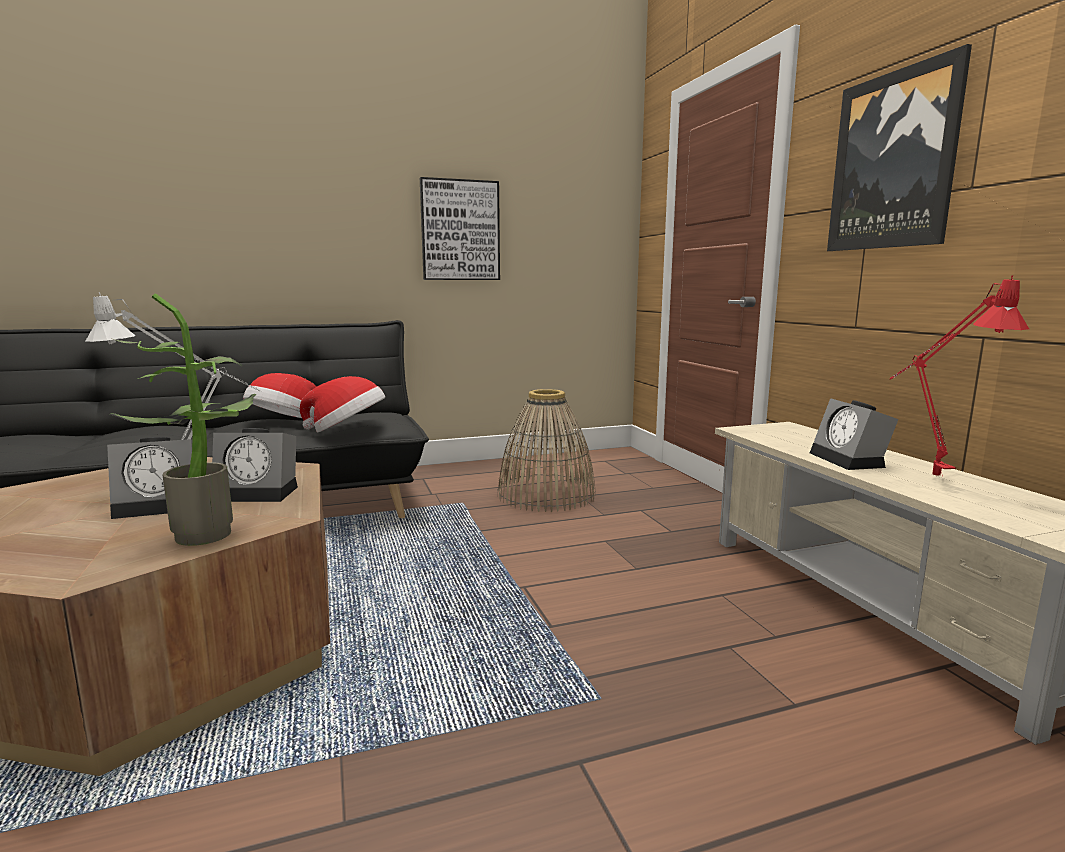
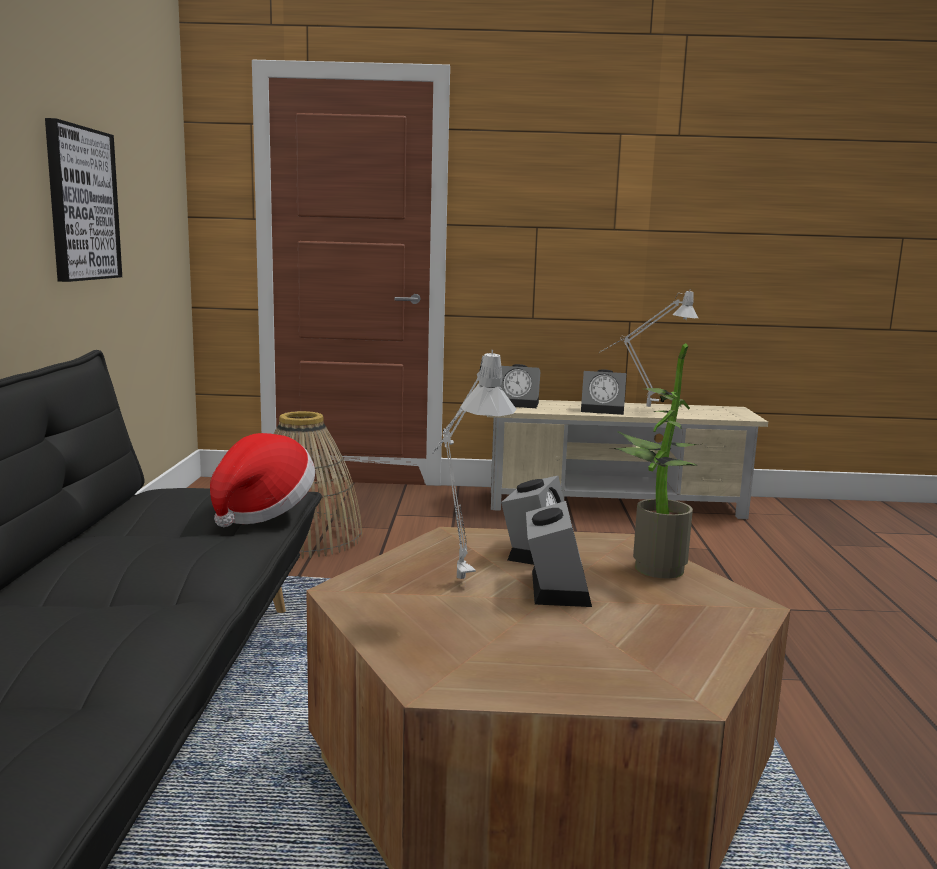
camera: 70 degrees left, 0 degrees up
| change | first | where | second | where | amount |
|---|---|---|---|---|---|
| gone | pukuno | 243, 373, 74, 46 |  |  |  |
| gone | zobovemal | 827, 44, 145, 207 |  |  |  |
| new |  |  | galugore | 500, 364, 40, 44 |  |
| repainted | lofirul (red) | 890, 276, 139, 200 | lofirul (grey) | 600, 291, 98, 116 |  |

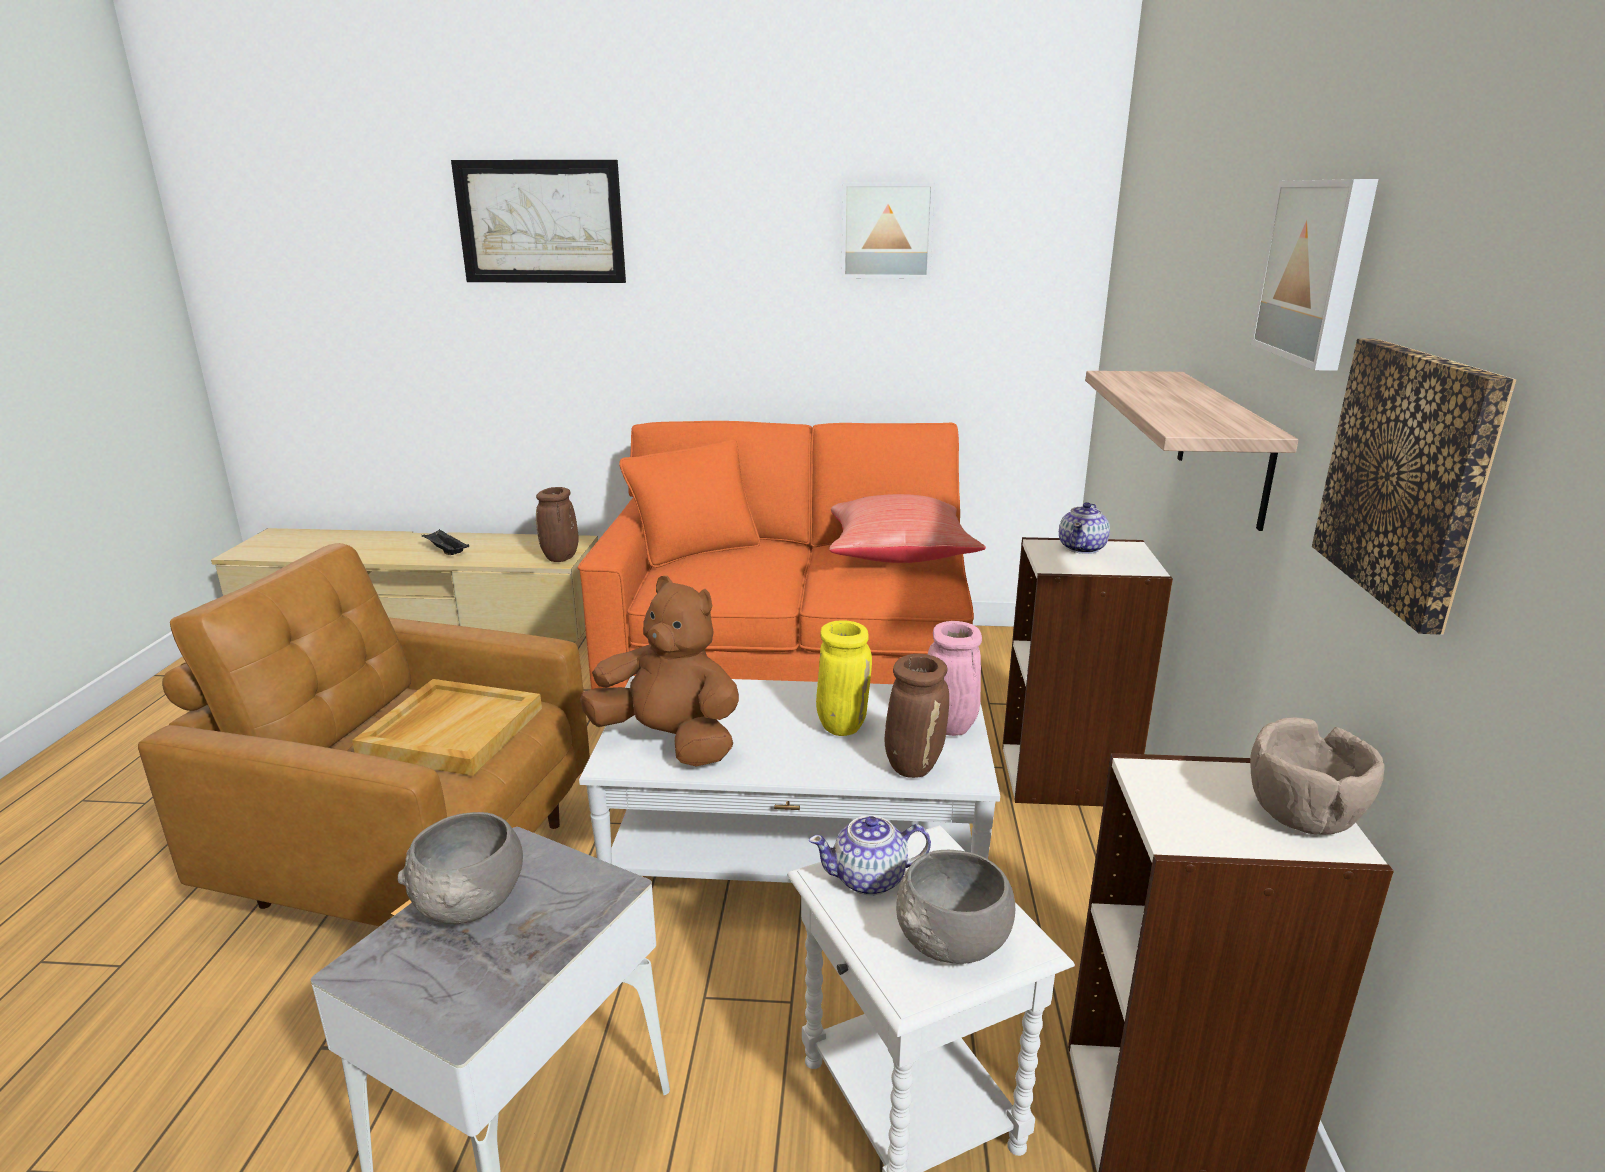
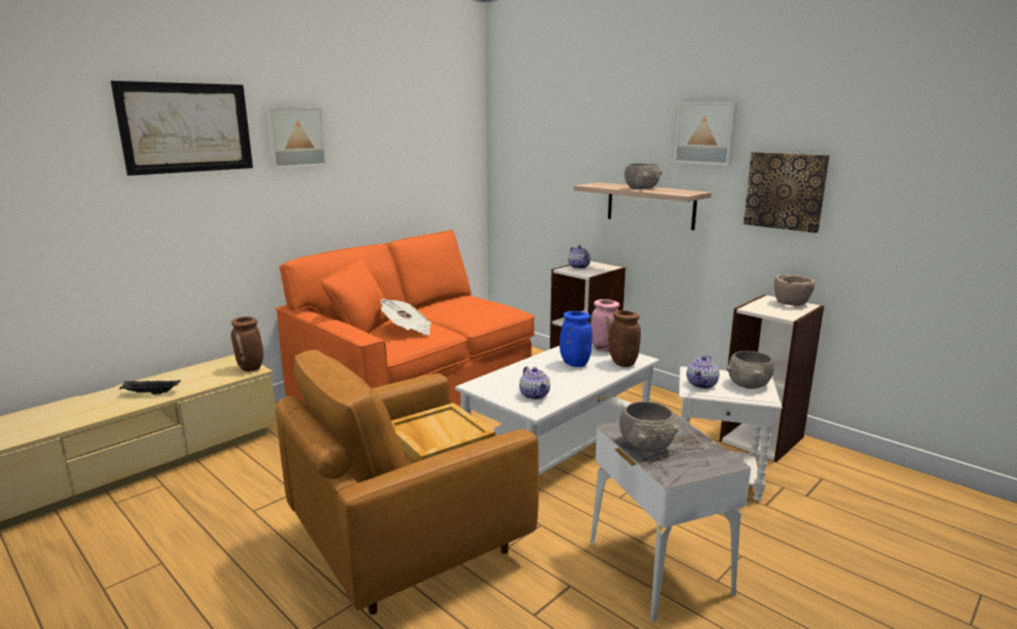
camera: 50 degrees left, 5 degrees down
| change | first | where | second | where | amount |
|---|---|---|---|---|---|
| gone | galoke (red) | 829, 494, 157, 69 |  |  |  |
| new |  |  | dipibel | 381, 299, 51, 36 |  |
| new |  |  | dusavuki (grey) | 624, 163, 38, 26 |  |
| shifted | zobovemal | 841, 183, 94, 96 |  | 265, 107, 62, 62 |  |
| swapped | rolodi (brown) | 580, 576, 159, 191 | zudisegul | 519, 366, 31, 34 |  |
| repainted | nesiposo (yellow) | 816, 620, 56, 116 | nesiposo (blue) | 560, 311, 32, 56 |  |

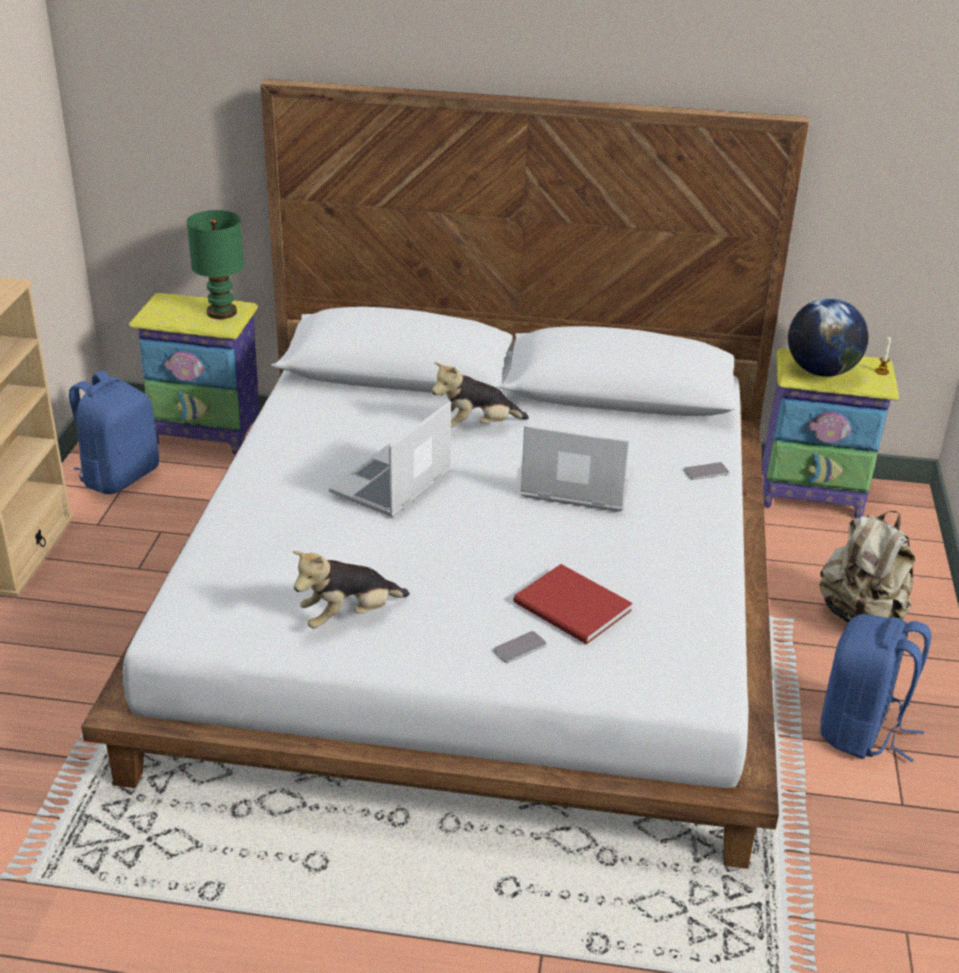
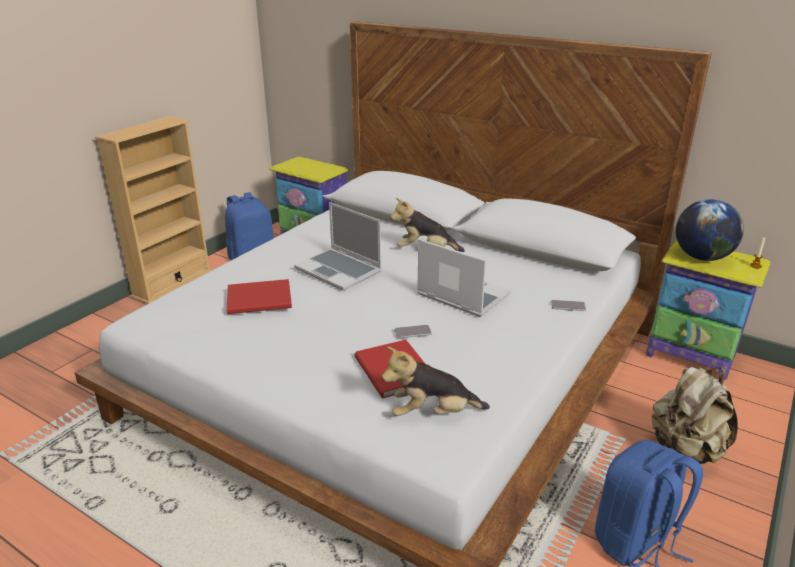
camera: 25 degrees right, 5 degrees down
| change | first | where | second | where | amount |
|---|---|---|---|---|---|
| gone | lofirul (green) | 187, 210, 57, 109 |  |  |  |
| new |  |  | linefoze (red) | 227, 279, 65, 35 |  |
| shifted | rolodi | 293, 551, 117, 78 |  | 382, 347, 108, 69 |  |
| shifted | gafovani | 493, 631, 54, 32 |  | 395, 325, 37, 13 |  |
| rotated | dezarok | 329, 401, 122, 116 |  | 294, 202, 88, 89 | 105 degrees counterclockwise |

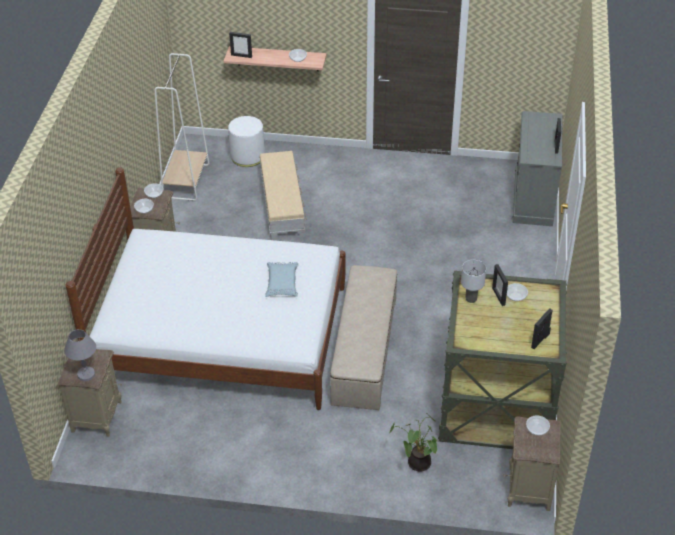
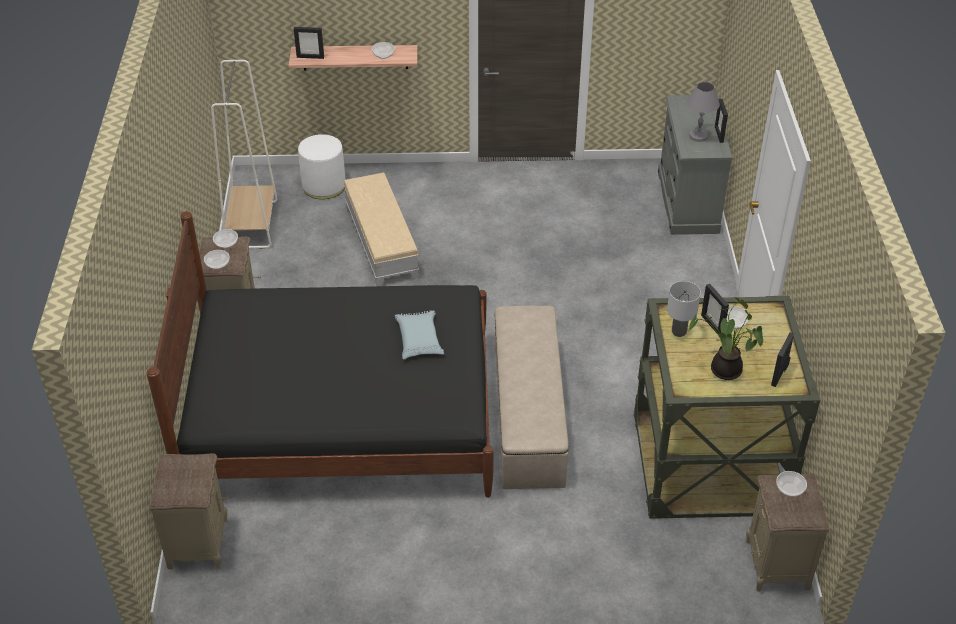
camera: 10 degrees left, 0 degrees up
| change | first | where | second | where | amount |
|---|---|---|---|---|---|
| shifted | lofirul (grey) | 64, 329, 32, 52 |  | 687, 82, 33, 60 |  |
| shifted | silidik | 390, 416, 47, 55 |  | 689, 297, 74, 83 |  |
| repainted | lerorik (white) | 66, 167, 279, 243 | lerorik (black) | 146, 211, 348, 287 |  |

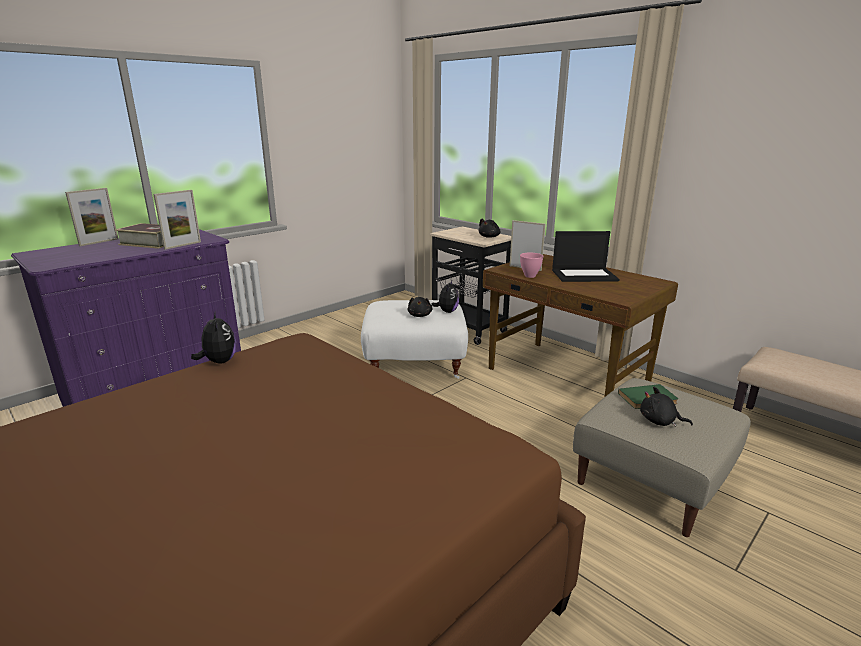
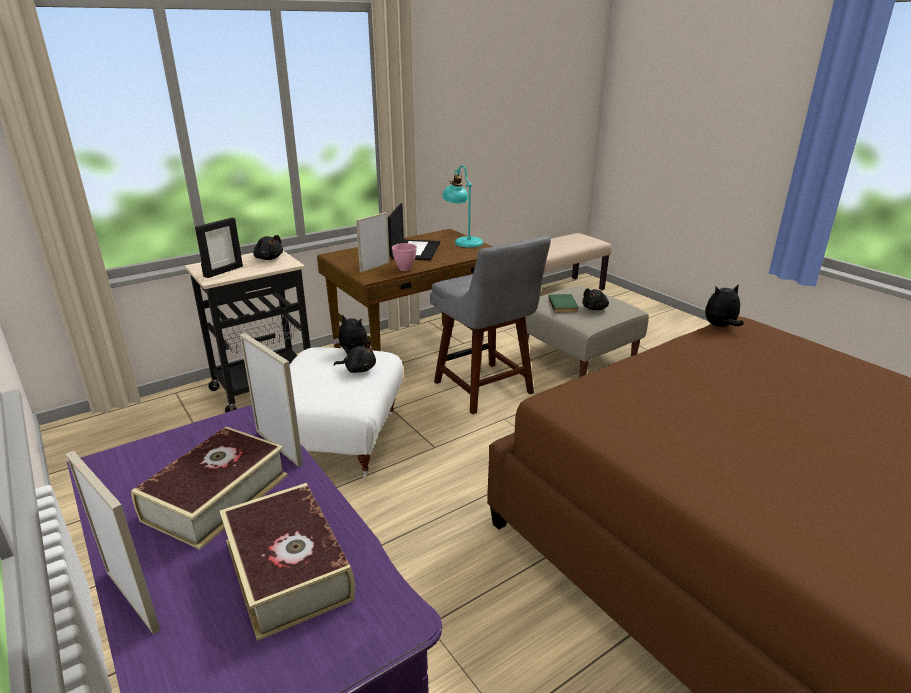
camera: 80 degrees left, 5 degrees up
| change | first | where | second | where | amount |
|---|---|---|---|---|---|
| new |  |  | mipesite | 195, 218, 48, 60 |  |
| new |  |  | linefoze | 220, 483, 135, 158 |  |
| new |  |  | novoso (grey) | 430, 236, 121, 178 |  |
| new |  |  | lofirul (turquoise) | 442, 165, 41, 83 |  |
| shifted | rolodi | 191, 313, 45, 51 |  | 705, 285, 39, 42 |  |

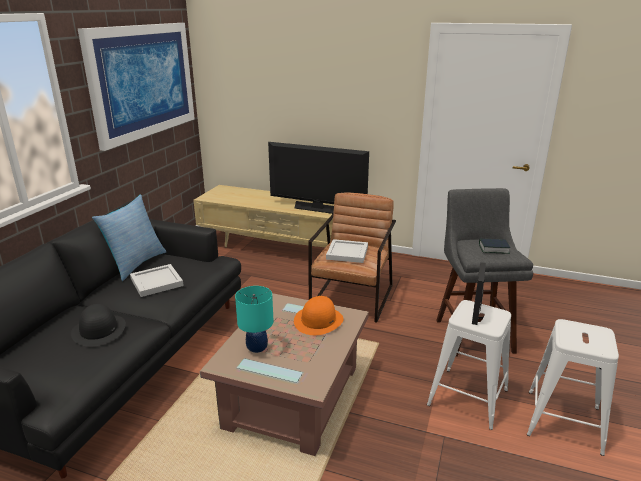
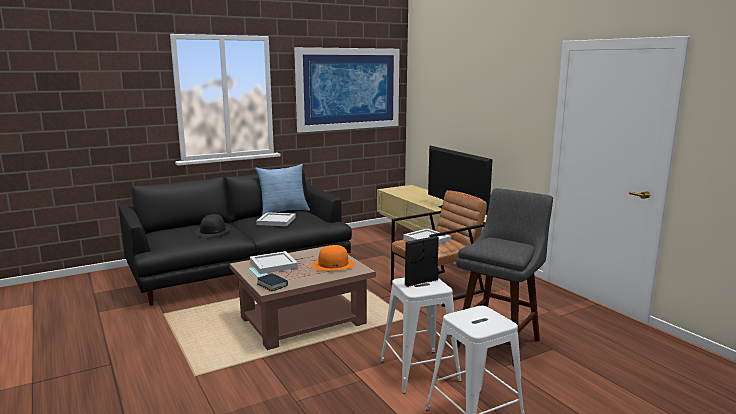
camera: 40 degrees right, 10 degrees down
| change | first | where | second | where | amount |
|---|---|---|---|---|---|
| shifted | linefoze | 479, 239, 31, 15 |  | 257, 273, 31, 18 |  |
| swapped | lofirul (turquoise) | 235, 286, 39, 67 | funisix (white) | 250, 251, 48, 23 |  |

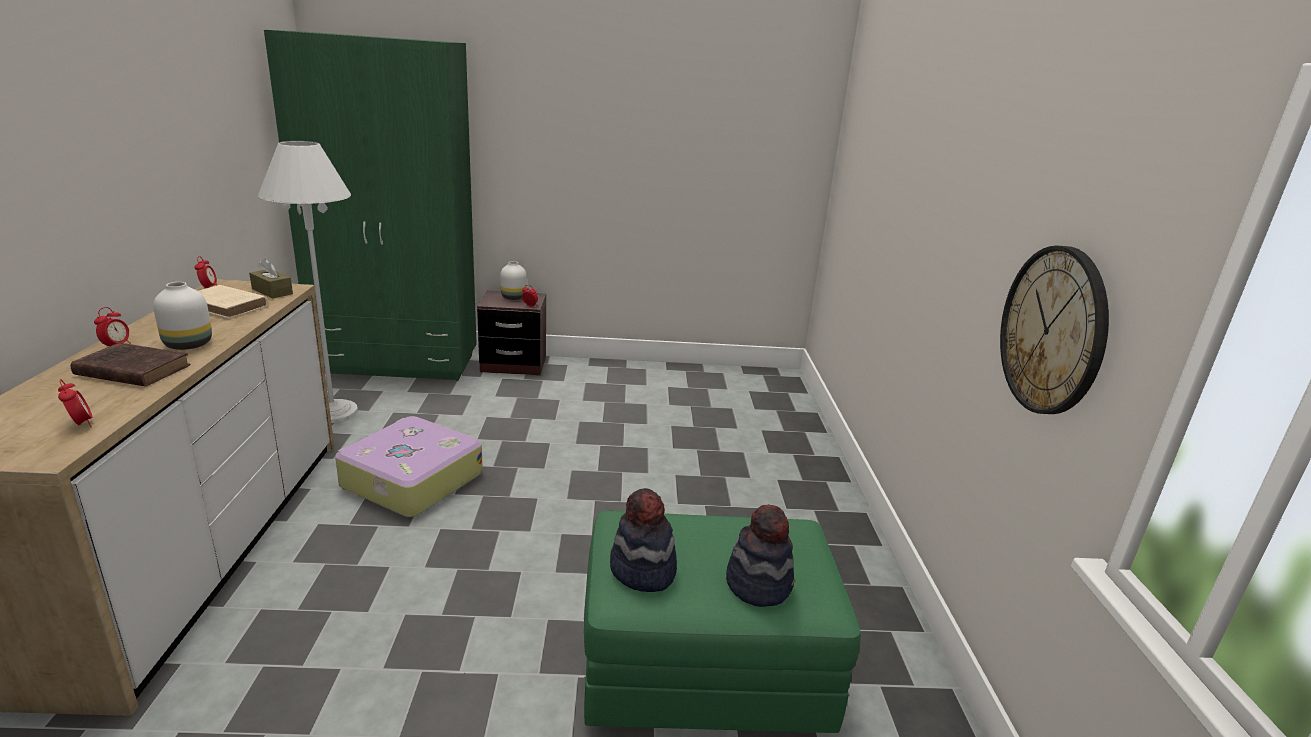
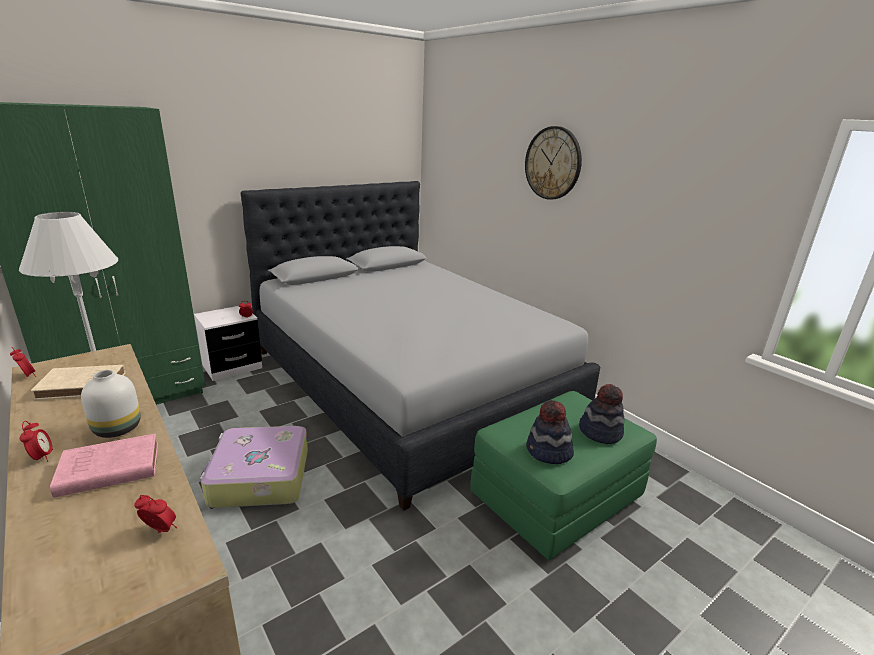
camera: 35 degrees left, 0 degrees up
| change | first | where | second | where | amount |
|---|---|---|---|---|---|
| gone | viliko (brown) | 249, 259, 44, 40 |  |  |  |
| gone | nesiposo (white) | 500, 261, 27, 39 |  |  |  |
| new |  |  | lerorik (grey) | 241, 181, 359, 330 |  |
| shifted | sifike | 1000, 245, 109, 169 |  | 525, 126, 57, 74 |  |
| repainted | linefoze (brown) | 71, 343, 119, 44 | linefoze (pink) | 50, 433, 108, 65 |  |
| repainted | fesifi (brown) | 477, 290, 69, 85 | fesifi (white) | 194, 306, 68, 75 |  |

